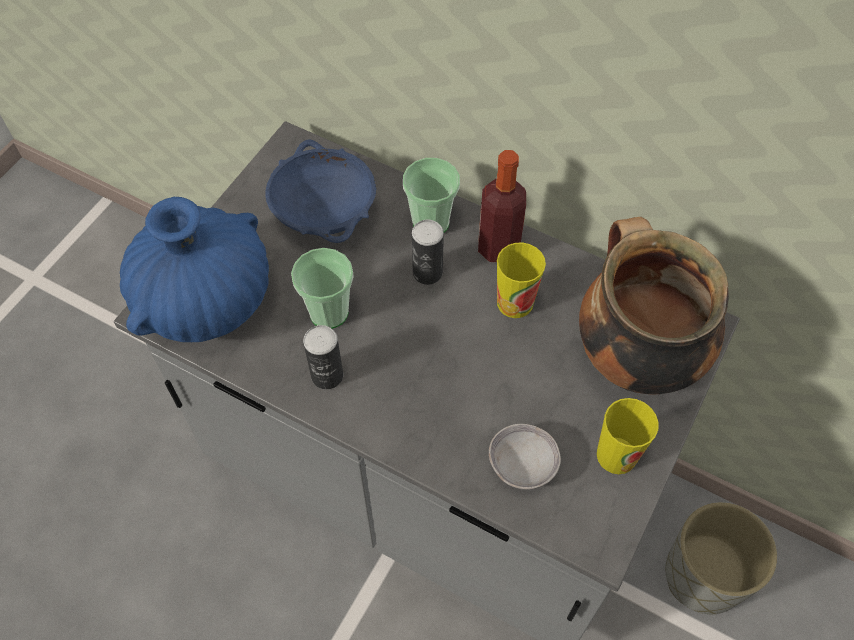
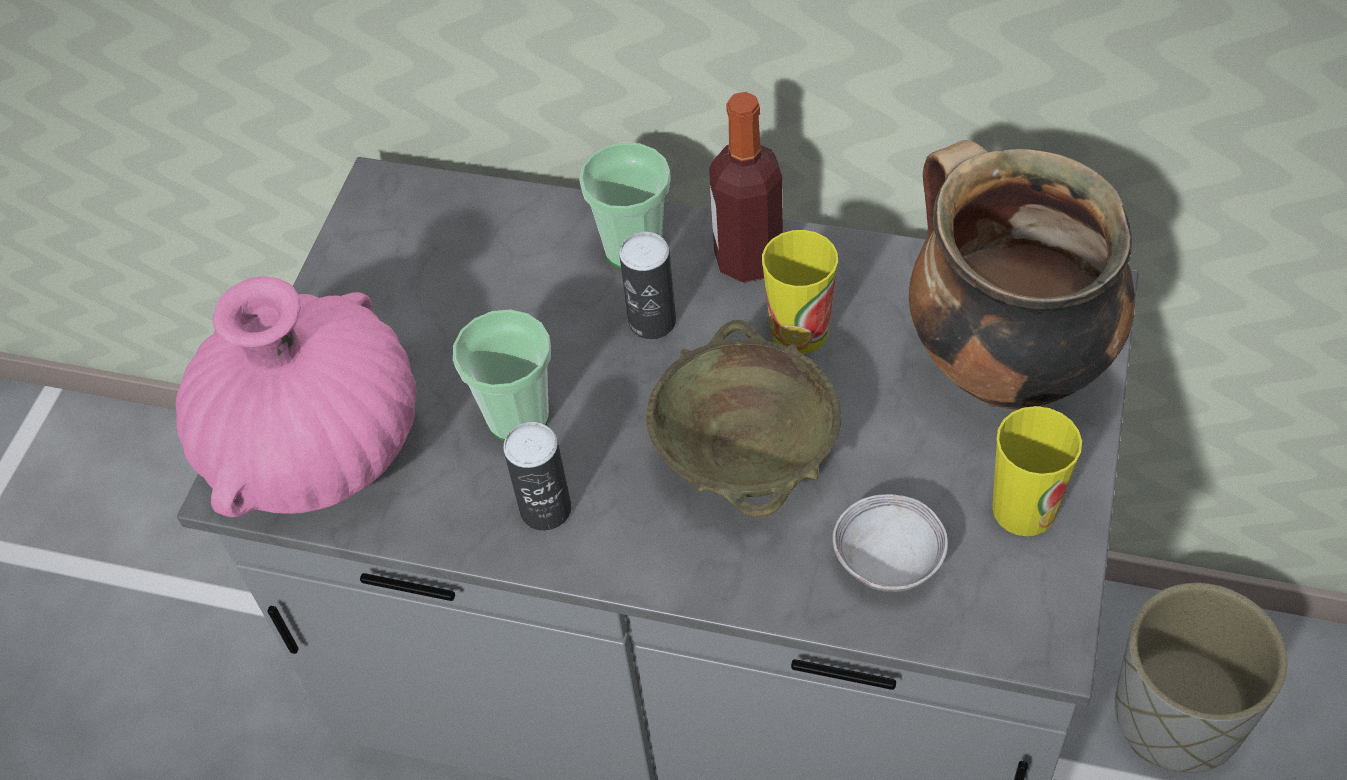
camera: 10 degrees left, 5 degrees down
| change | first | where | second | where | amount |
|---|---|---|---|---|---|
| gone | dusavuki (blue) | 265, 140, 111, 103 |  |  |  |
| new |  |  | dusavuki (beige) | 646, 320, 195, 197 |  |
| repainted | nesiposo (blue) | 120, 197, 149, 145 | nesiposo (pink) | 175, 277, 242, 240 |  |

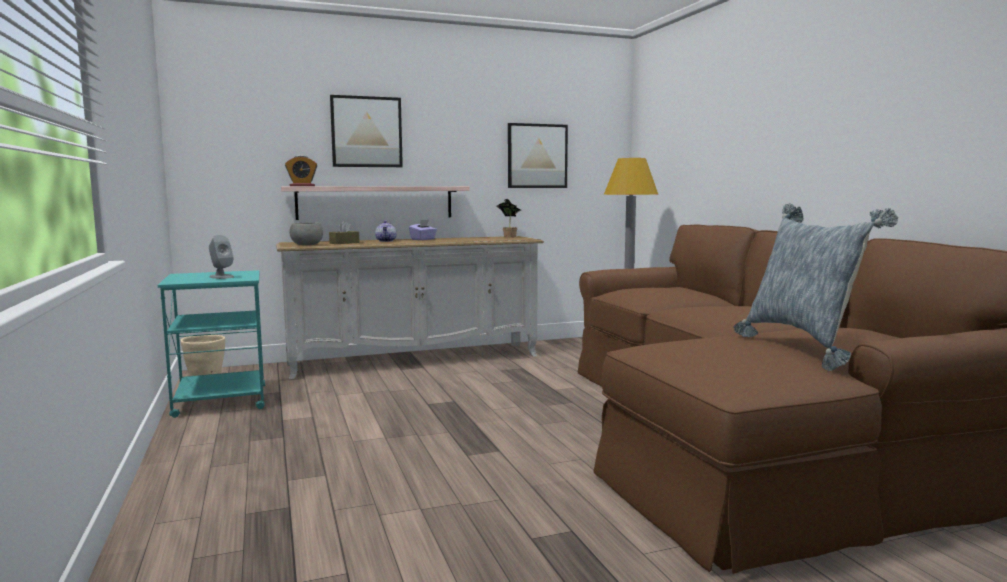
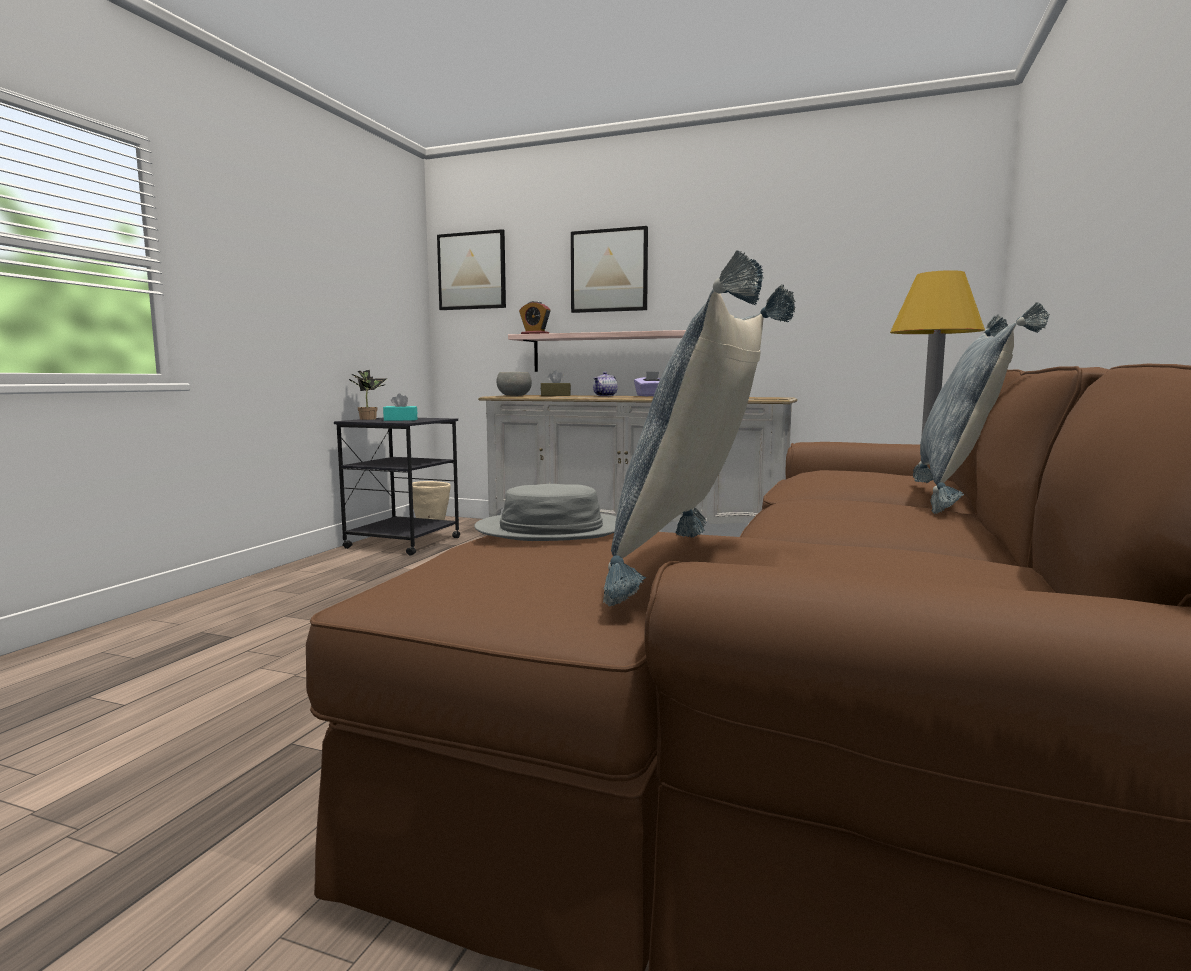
camera: 40 degrees right, 0 degrees up
| change | first | where | second | where | amount |
|---|---|---|---|---|---|
| new |  |  | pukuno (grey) | 474, 484, 142, 57 |  |
| new |  |  | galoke | 912, 302, 138, 212 |  |
| shifted | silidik | 496, 199, 25, 38 |  | 348, 370, 38, 50 |  |
| shifted | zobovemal | 508, 123, 60, 65 |  | 437, 229, 69, 81 |  |
| swapped | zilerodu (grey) | 209, 235, 25, 44 | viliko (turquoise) | 383, 394, 34, 27 |  |
| repainted | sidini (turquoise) | 158, 270, 107, 148 | sidini (black) | 334, 417, 126, 138 |  |

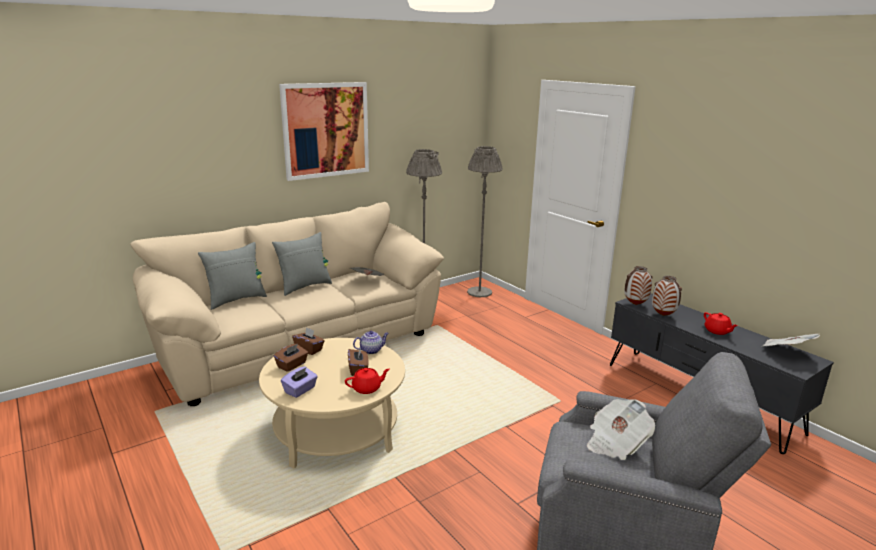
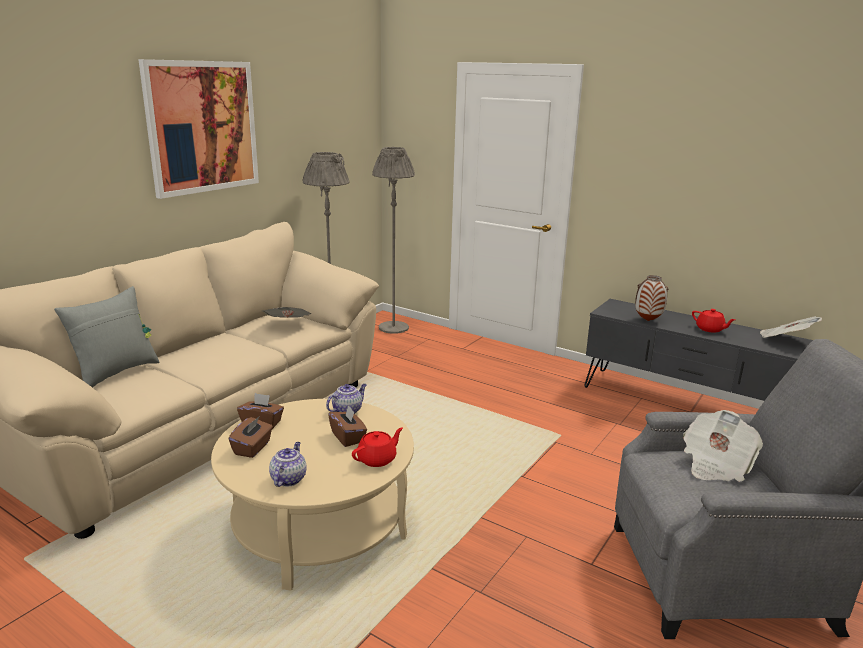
camera: 20 degrees left, 0 degrees up
| change | first | where | second | where | amount |
|---|---|---|---|---|---|
| gone | galoke (grey) | 272, 232, 60, 64 |  |  |  |
| gone | nesiposo | 624, 266, 29, 39 |  |  |  |
| swapped | viliko (purple) | 281, 366, 37, 32 | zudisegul | 269, 442, 38, 45 |  |

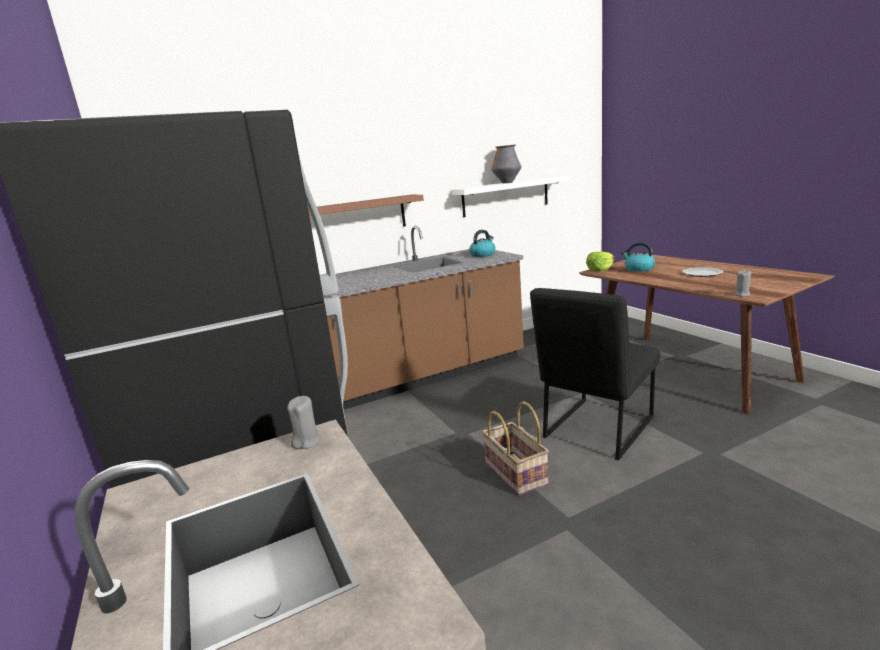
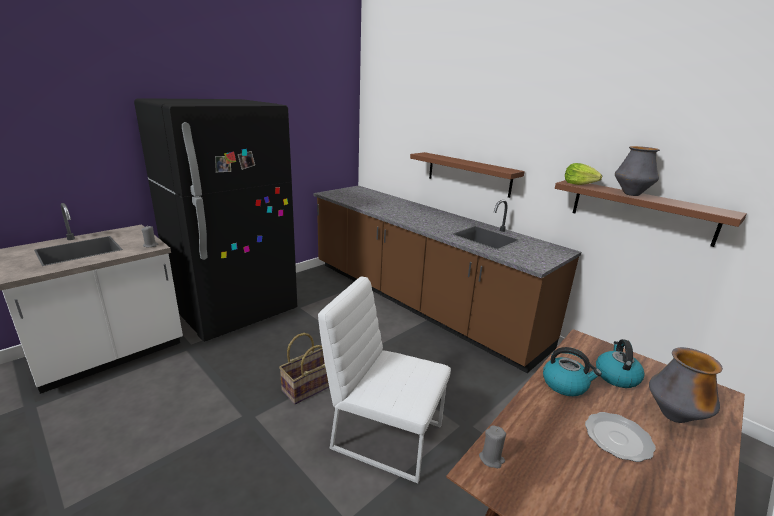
camera: 70 degrees right, 5 degrees up
| change | first | where | second | where | amount |
|---|---|---|---|---|---|
| new |  |  | nesiposo | 649, 347, 74, 76 |  |
| shifted | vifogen | 469, 230, 26, 27 |  | 543, 347, 59, 49 |  |
| shifted | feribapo | 586, 252, 29, 19 |  | 565, 163, 37, 22 |  |
| repainted | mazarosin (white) | 452, 176, 117, 41 | mazarosin (brown) | 555, 180, 192, 67 |  |
| repainted | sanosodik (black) | 530, 288, 131, 172 | sanosodik (white) | 318, 276, 133, 207 |  |

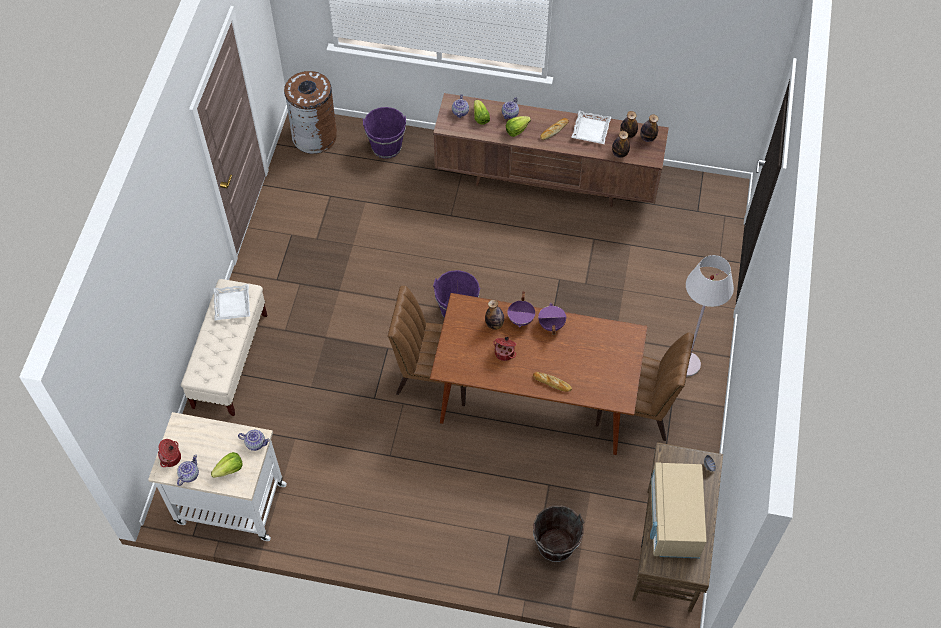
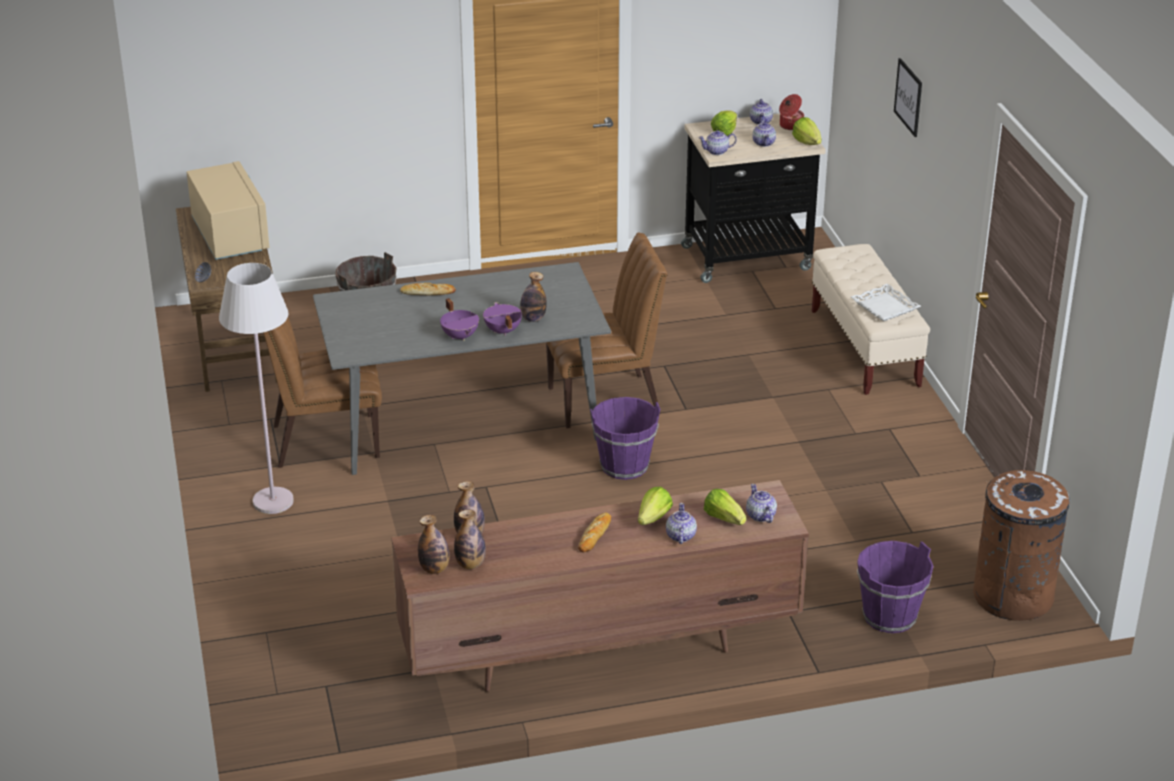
camera: 155 degrees right, 25 degrees down
| change | first | where | second | where | amount |
|---|---|---|---|---|---|
| gone | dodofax | 493, 337, 23, 24 |  |  |  |
| gone | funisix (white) | 571, 111, 40, 33 |  |  |  |
| new |  |  | zudisegul | 752, 120, 24, 27 |  |
| new |  |  | feribapo | 792, 117, 30, 28 |  |
| new |  |  | zobovemal | 894, 58, 28, 79 |  |
| repainted | sidini (white) | 148, 412, 139, 129 | sidini (black) | 681, 113, 145, 170 |  |
| repainted | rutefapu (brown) | 430, 293, 218, 162 | rutefapu (grey) | 313, 262, 298, 213 |  |

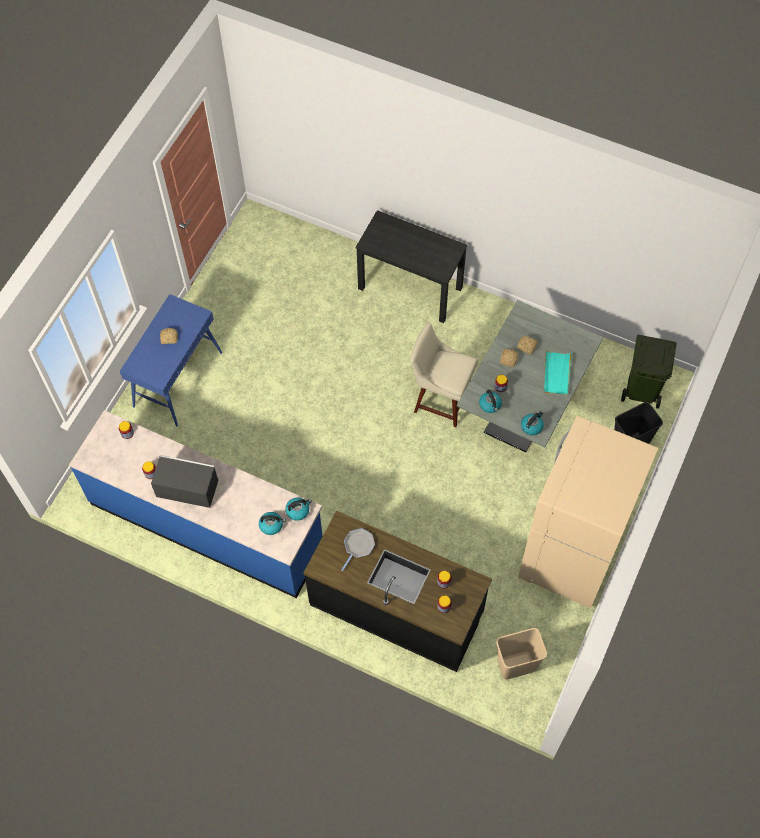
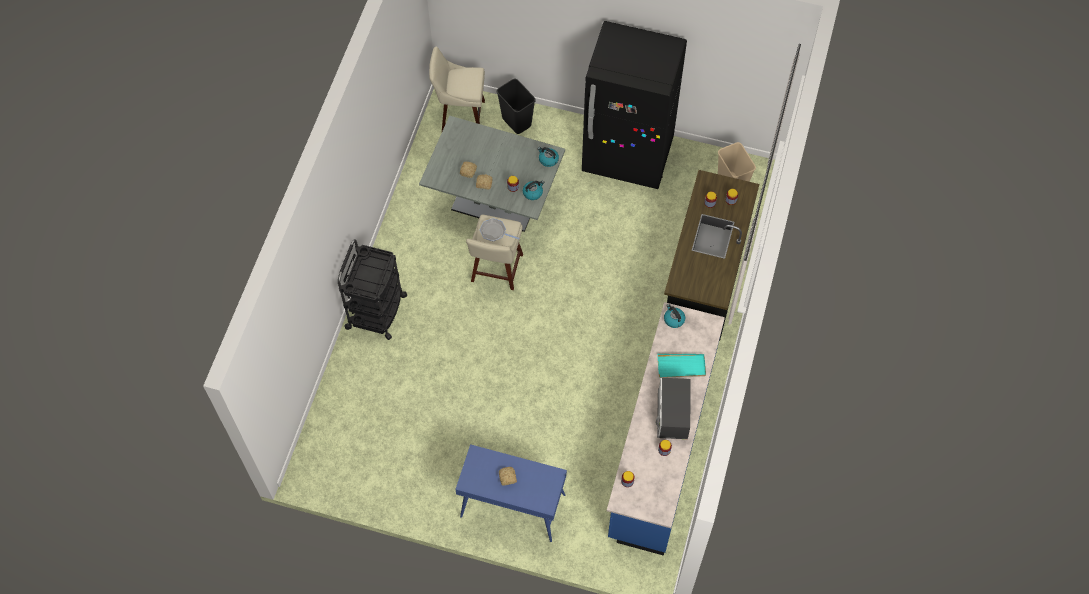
camera: 100 degrees left, 0 degrees up
| change | first | where | second | where | amount |
|---|---|---|---|---|---|
| gone | vifogen | 259, 512, 27, 23 |  |  |  |
| shifted | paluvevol | 341, 528, 34, 43 |  | 480, 218, 40, 23 |  |
| shifted | funisix (turquoise) | 544, 350, 29, 45 |  | 658, 354, 48, 24 |  |
| swapped | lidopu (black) | 355, 210, 113, 113 | sidini (black) | 338, 239, 69, 101 |  |
| swapped | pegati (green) | 621, 335, 56, 74 | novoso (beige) | 429, 46, 56, 85 |  |
| repainted | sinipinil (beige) | 518, 415, 140, 193 | sinipinil (black) | 582, 21, 105, 168 |  |

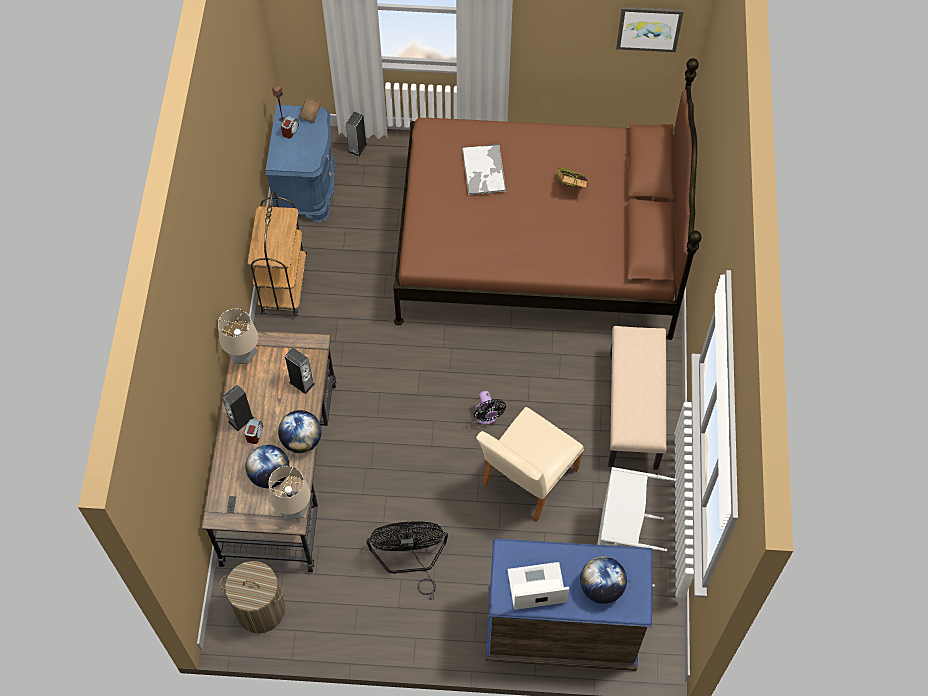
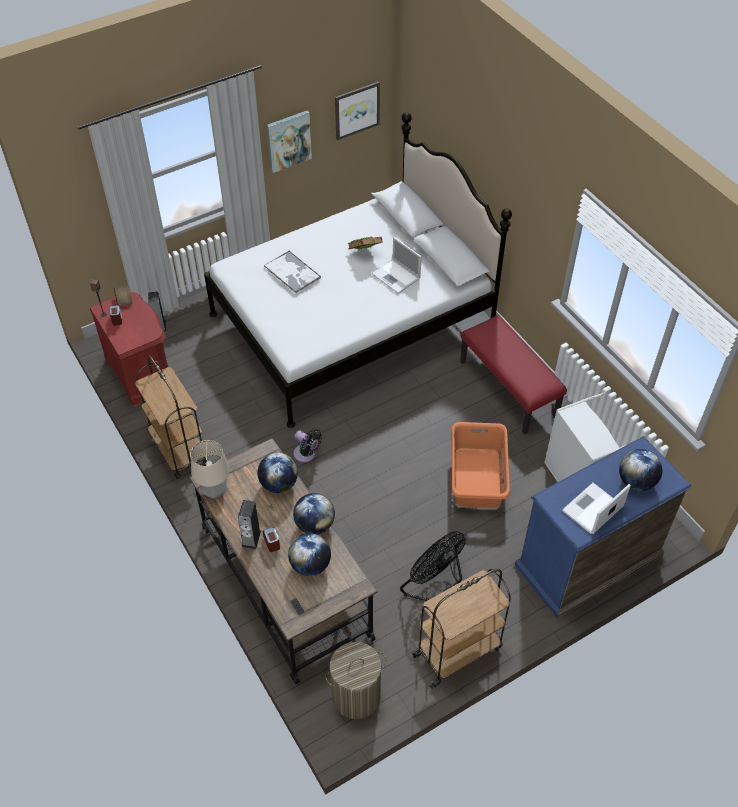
camera: 35 degrees left, 10 degrees down
| change | first | where | second | where | amount |
|---|---|---|---|---|---|
| gone | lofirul | 269, 466, 41, 54 |  |  |  |
| new |  |  | zobovemal | 267, 110, 45, 63 |  |
| new |  |  | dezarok | 371, 237, 51, 57 |  |
| new |  |  | sidini (brown) | 413, 569, 98, 120 |  |
| shifted | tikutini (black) | 474, 391, 32, 34 |  | 293, 429, 29, 34 |  |
| swapped | zilerodu | 285, 348, 30, 46 | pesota | 257, 453, 41, 40 |  |
| swapped | sanosodik (beige) | 476, 407, 108, 115 | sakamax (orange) | 452, 422, 58, 86 |  |
| repainted | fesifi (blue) | 266, 105, 69, 117 | fesifi (red) | 90, 292, 79, 115 |  |
| repainted | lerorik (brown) | 393, 58, 309, 282 | lerorik (white) | 204, 112, 308, 316 |  |
| repainted | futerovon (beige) | 608, 326, 59, 144 | futerovon (red) | 460, 315, 107, 120 |  |

